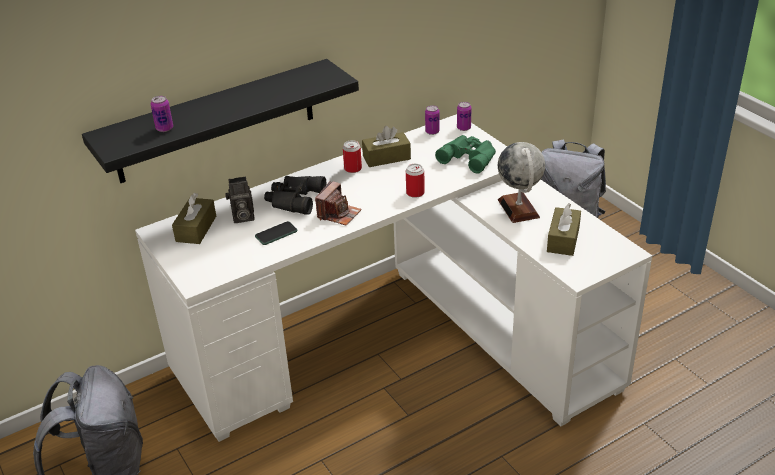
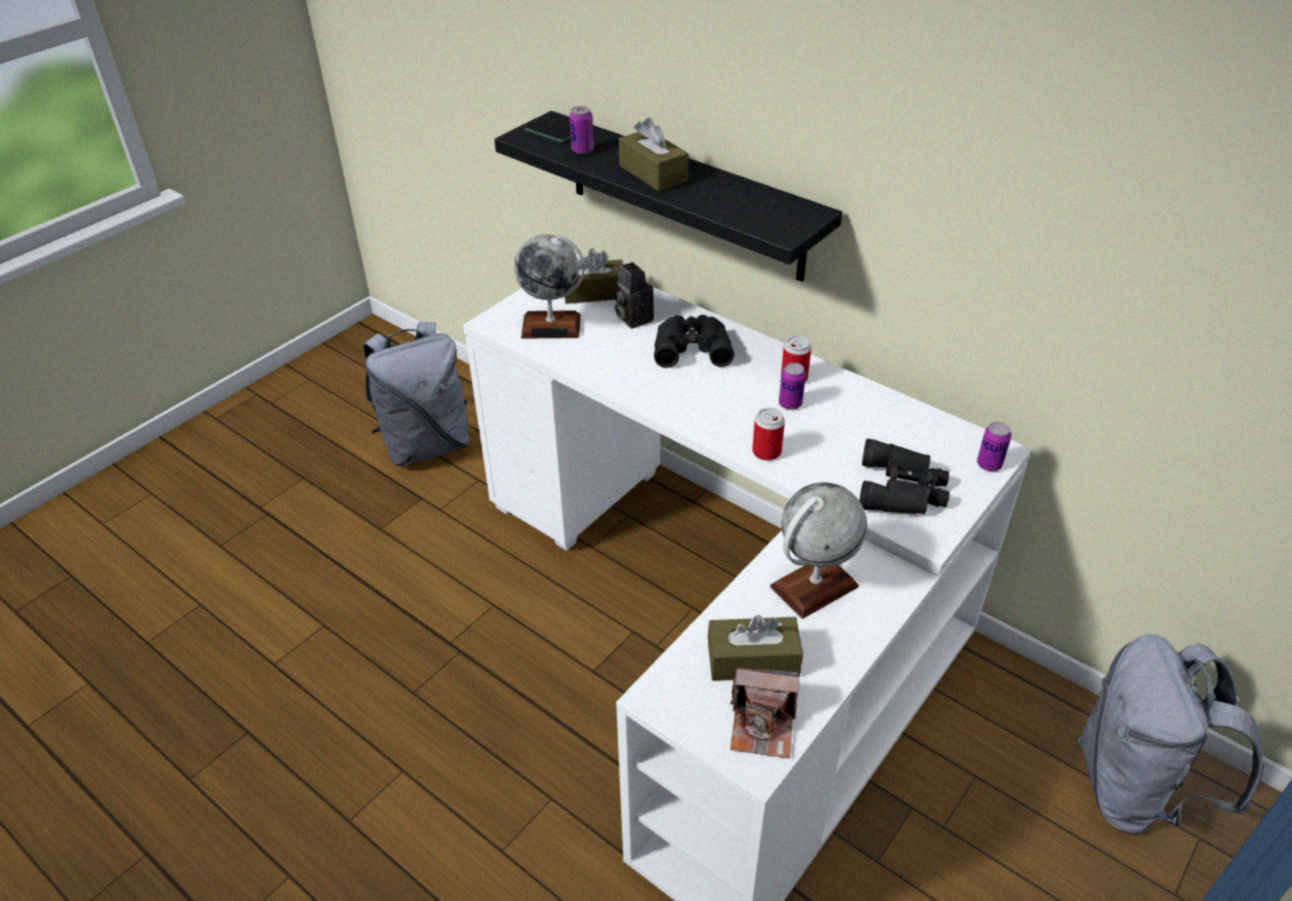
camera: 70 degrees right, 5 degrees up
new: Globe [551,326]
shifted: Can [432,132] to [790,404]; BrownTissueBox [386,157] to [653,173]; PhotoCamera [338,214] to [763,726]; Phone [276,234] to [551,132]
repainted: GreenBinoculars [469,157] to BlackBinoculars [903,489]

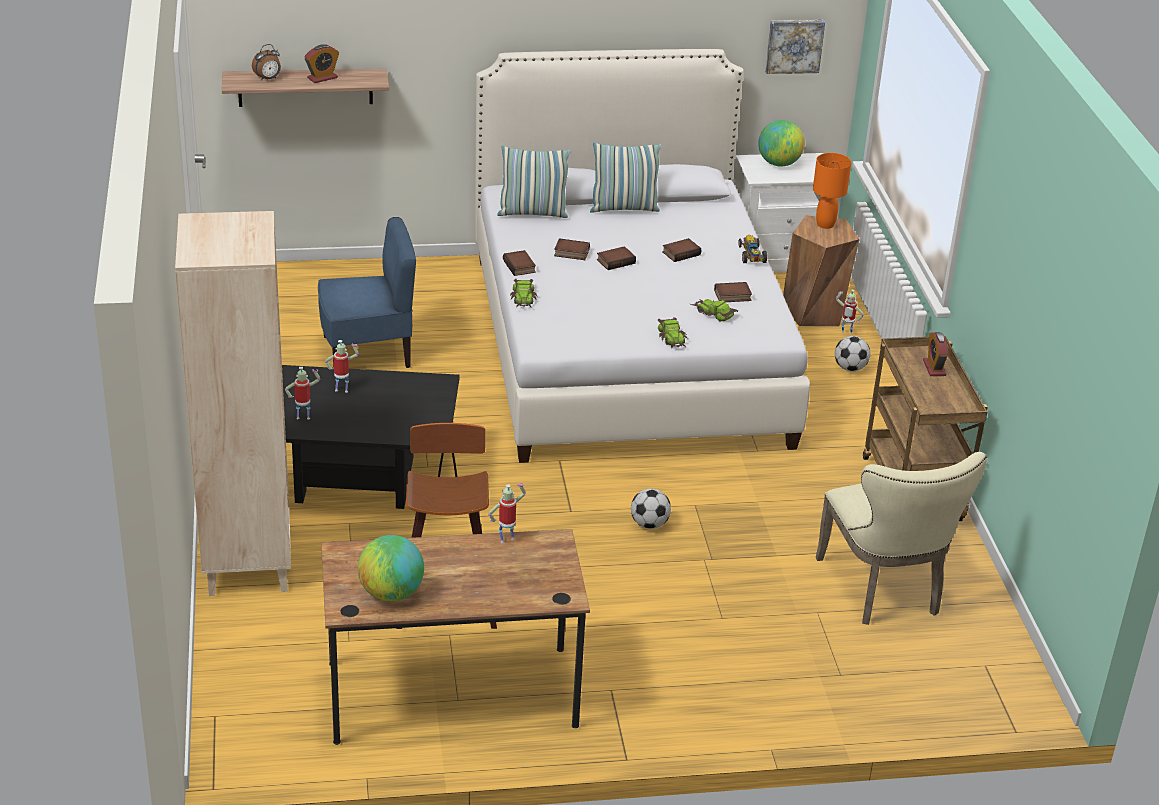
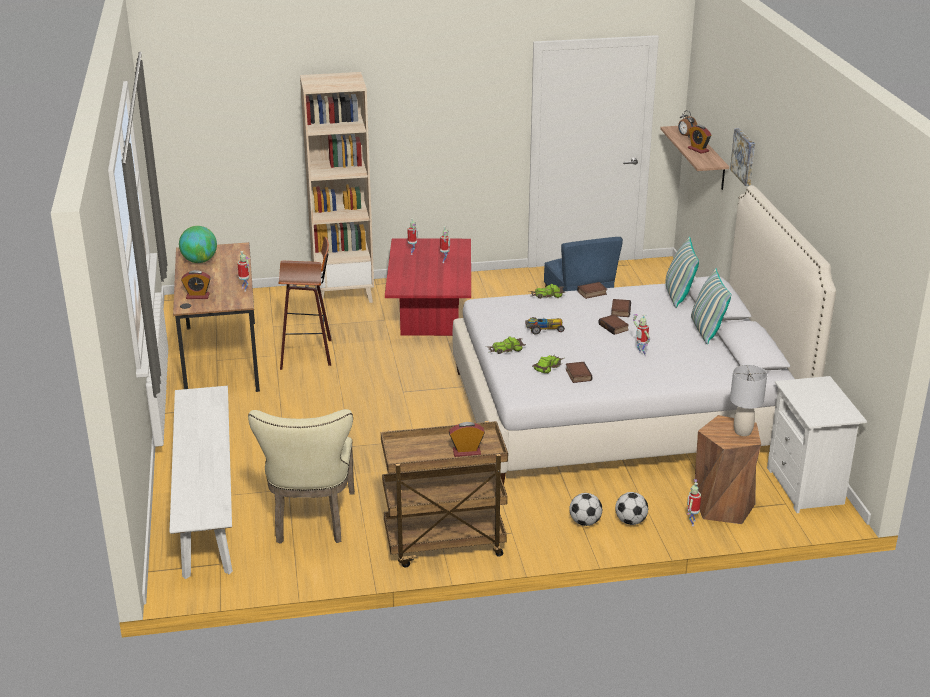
camera: 90 degrees right, 5 degrees down
gone: Globe [779,163]
new: AlarmClock [197,296]; WhiteBench [207,504]
shifted: Picture [794,45] to [744,156]; ToyCar [751,256] to [543,329]; Football [649,524] to [585,522]
swapped: Book [681,253] to ToyRobot [640,354]
repainted: OrangeTableLamp [825,224] to GreyTableLamp [743,432]; BlackCoffeeTable [355,479] to RedCoffeeTable [430,318]
rotated: BeigeChair [884,590] = [312,521] 75 degrees counterclockwise

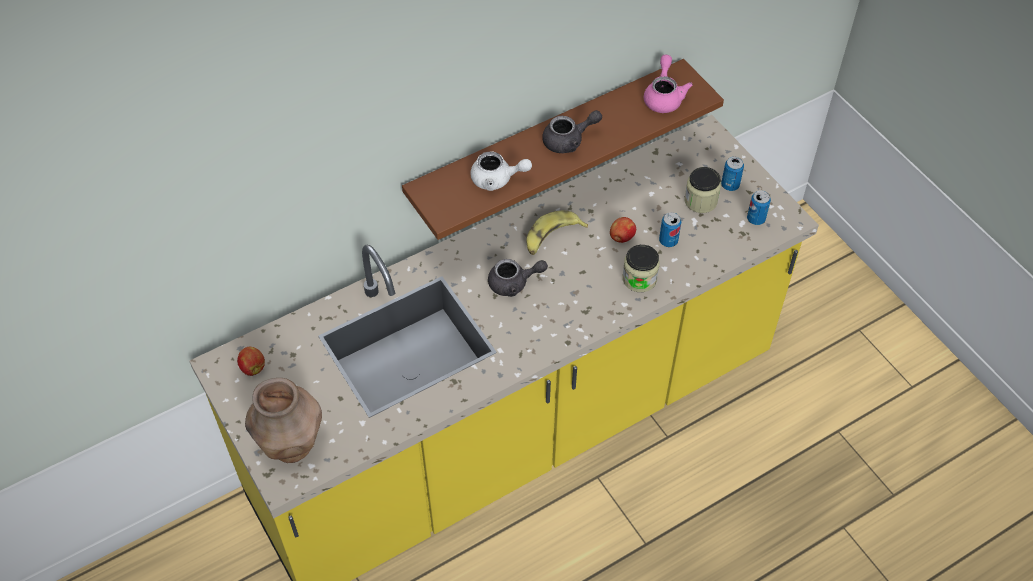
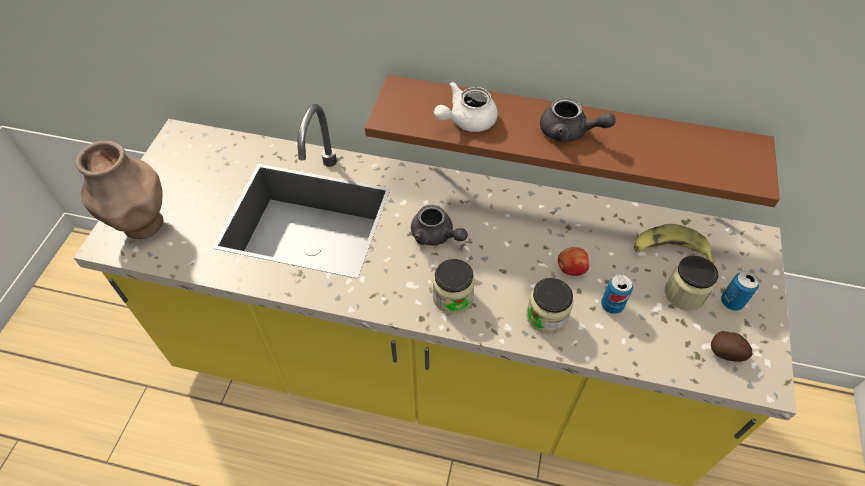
camera: 45 degrees right, 0 degrees up
gone: PinkTeapot [664,97]; Apple [252,367]
new: Jar [452,297]
shifted: Banana [552,237] to [669,250]
swapped: Can [756,219] to Potato [726,353]
rotated: WhiteTeapot [497,179] = [466,121] 90 degrees clockwise

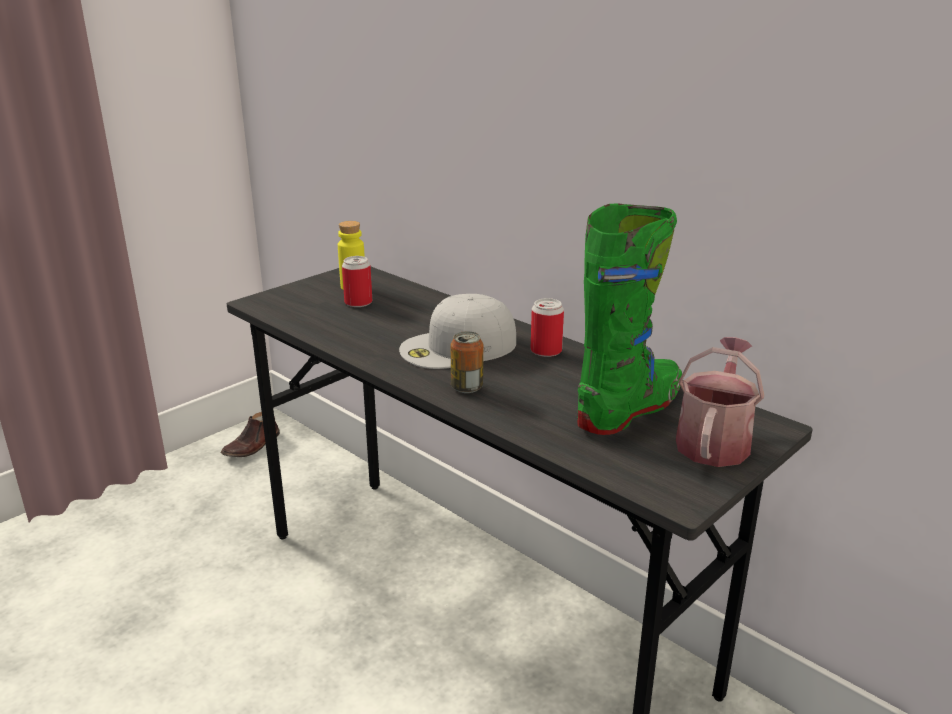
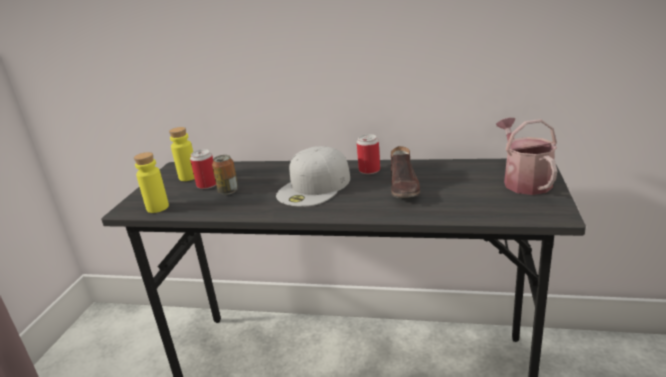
camera: 30 degrees left, 0 degrees up
gone: GreenBoot [630,409]
new: YellowBottle [157,207]
shifted: Can [467,387] to [228,191]; BrownShoe [252,446] to [404,187]

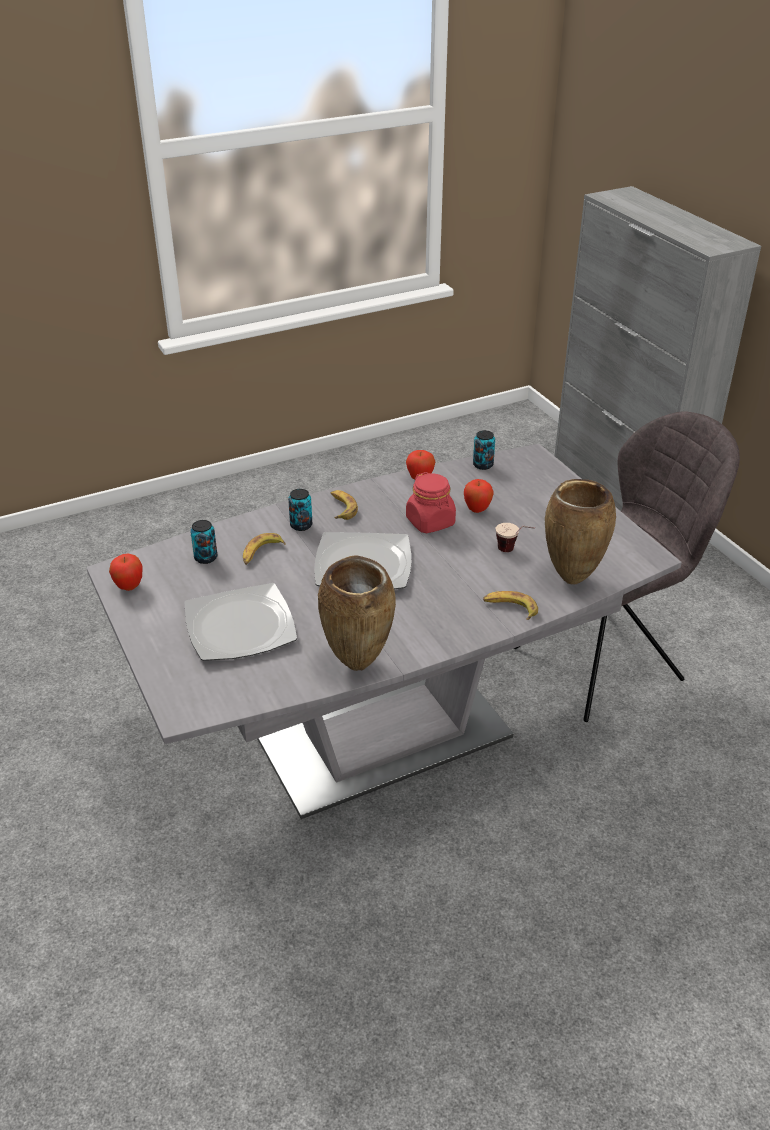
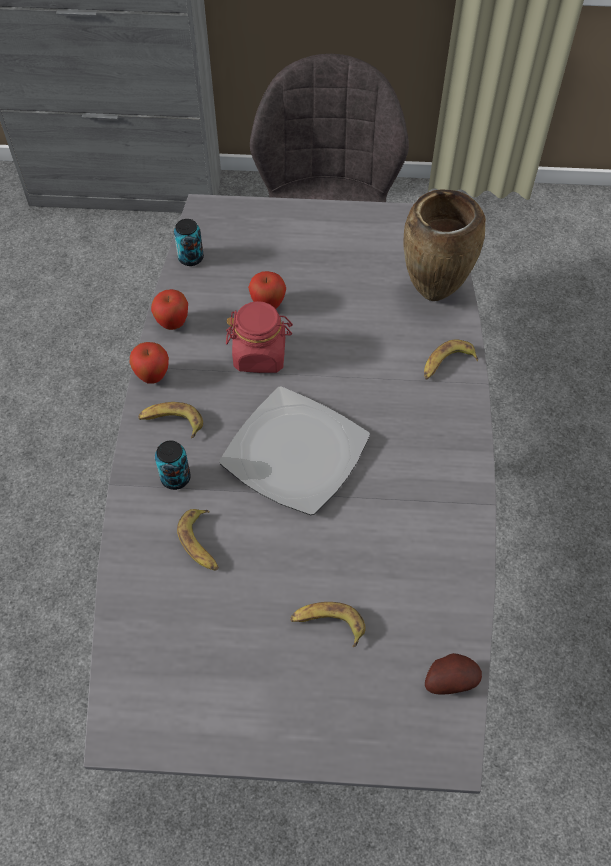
camera: 60 degrees left, 20 degrees up
gone: Can [205,558]; Cup [513,551]; BrownVase [359,665]
new: Potato [449,679]
shifted: Apple [129,587] to [153,376]
swapped: Plate [241,626] to Banana [327,625]

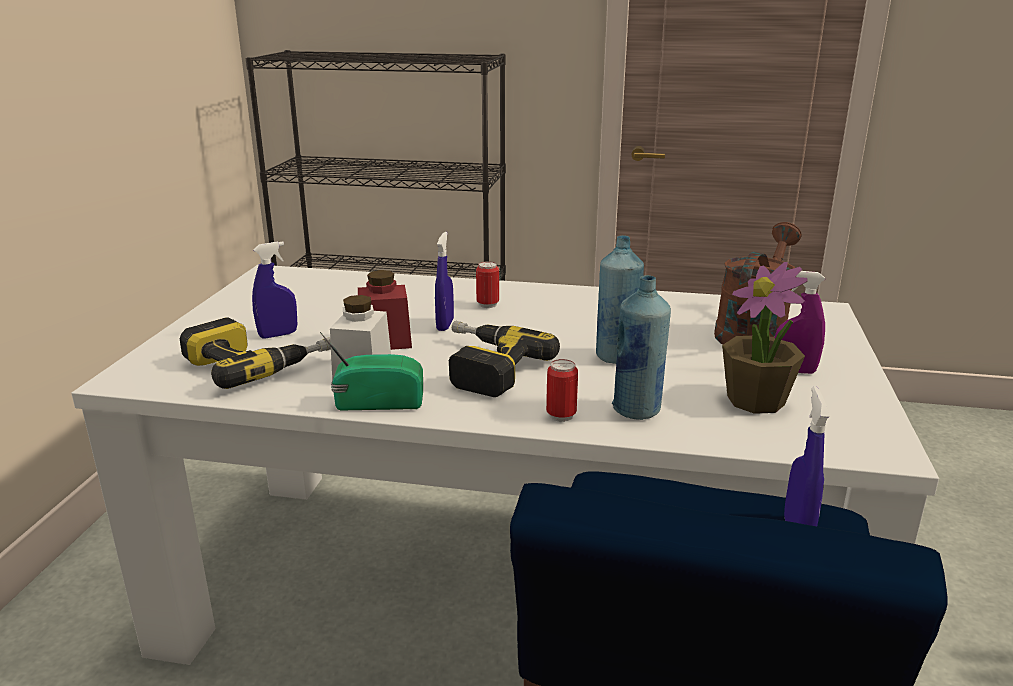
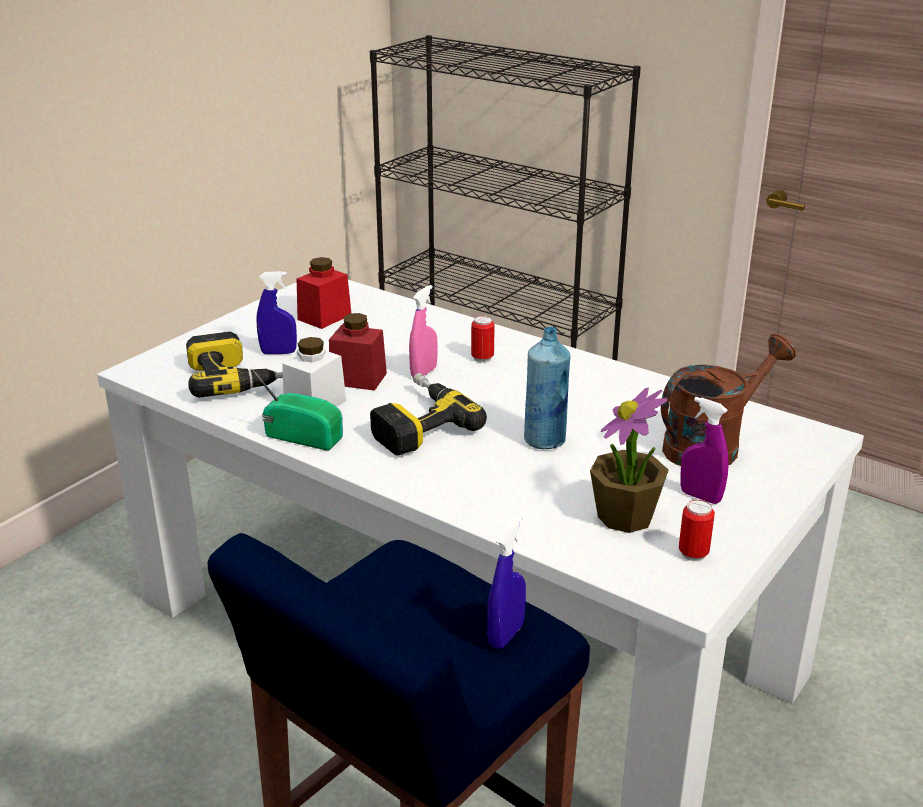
camera: 25 degrees right, 5 degrees up
gone: BlueBottle [637,410]
new: RedJar [324,317]
shifted: Can [561,416] to [693,554]
repainted: BlueSprayBottle [445,325] to PinkSprayBottle [423,372]

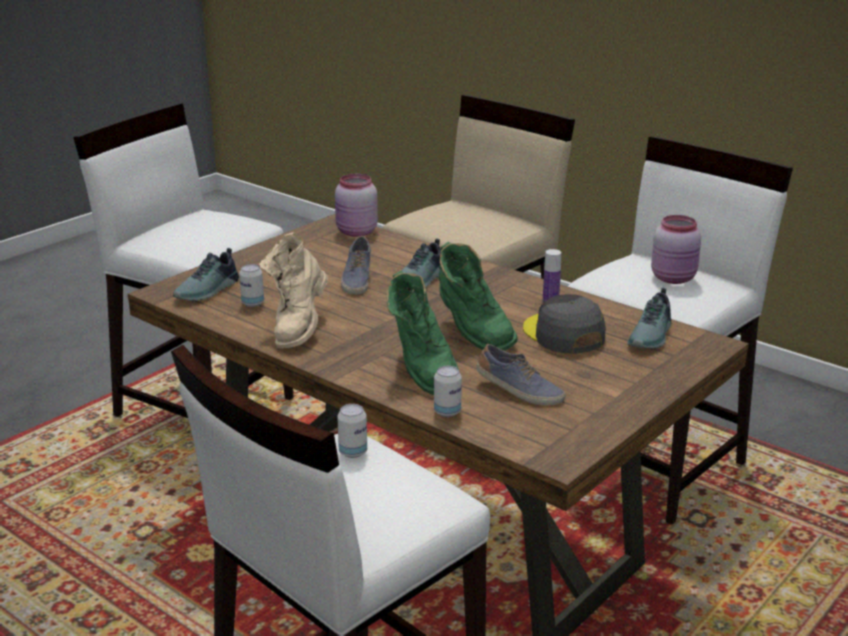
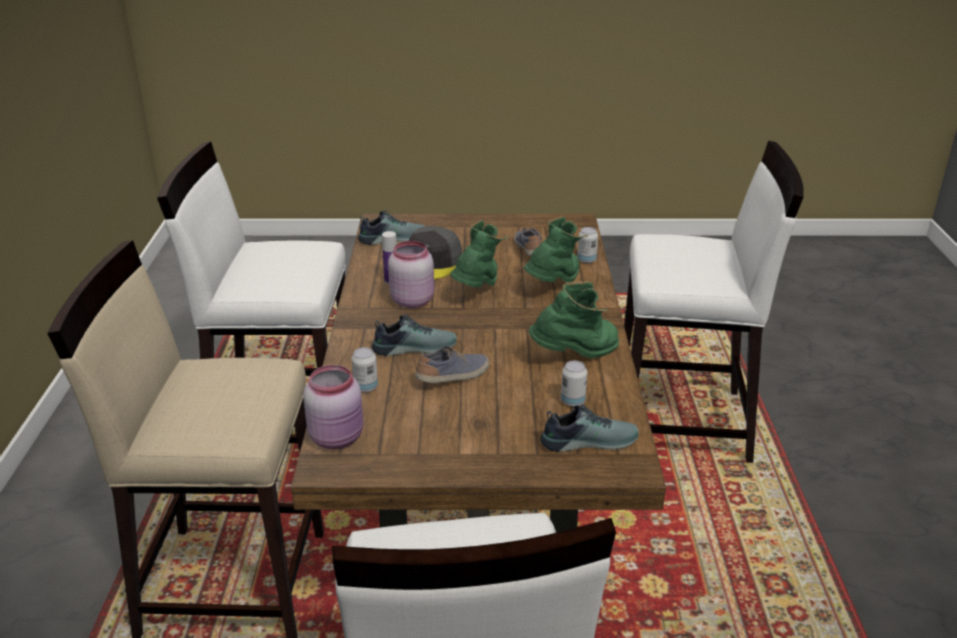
camera: 130 degrees left, 5 degrees up
shifted: PinkJar [674,278] to [412,300]; Can [353,452] to [366,387]
repainted: BeigeBoot [298,328] to GreenBoot [576,356]

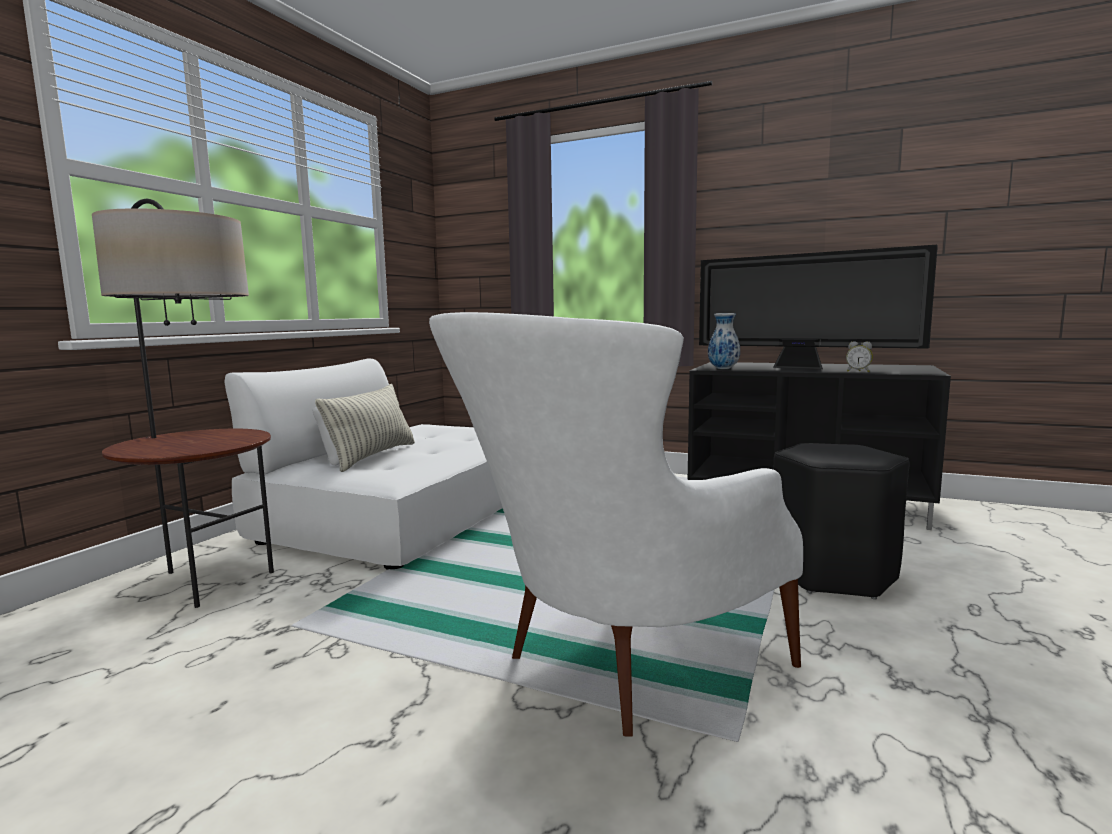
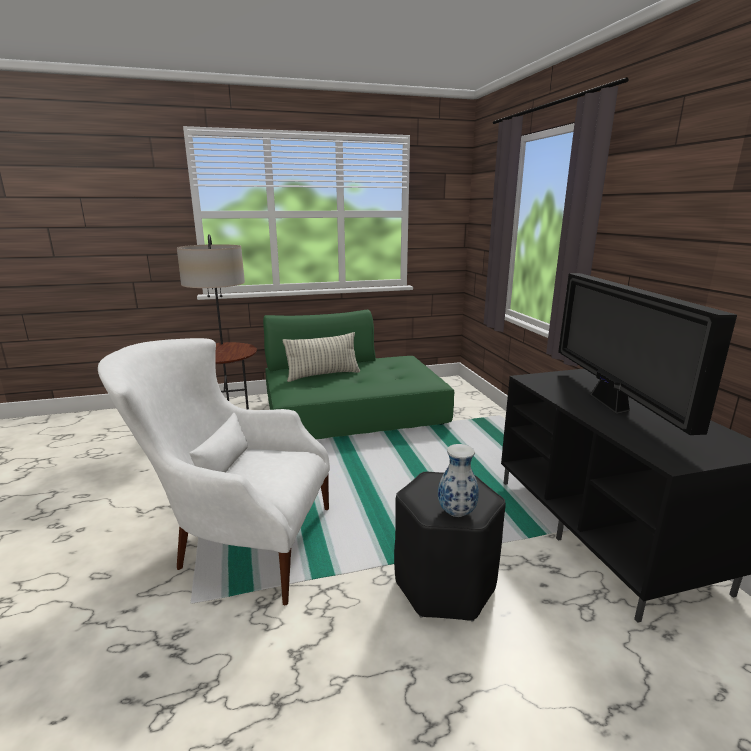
camera: 50 degrees right, 10 degrees up
gone: AlarmClock [858,371]
shifted: Vase [724,369] to [457,513]
repainted: WhiteSofa [413,511] to GreenSofa [354,412]

